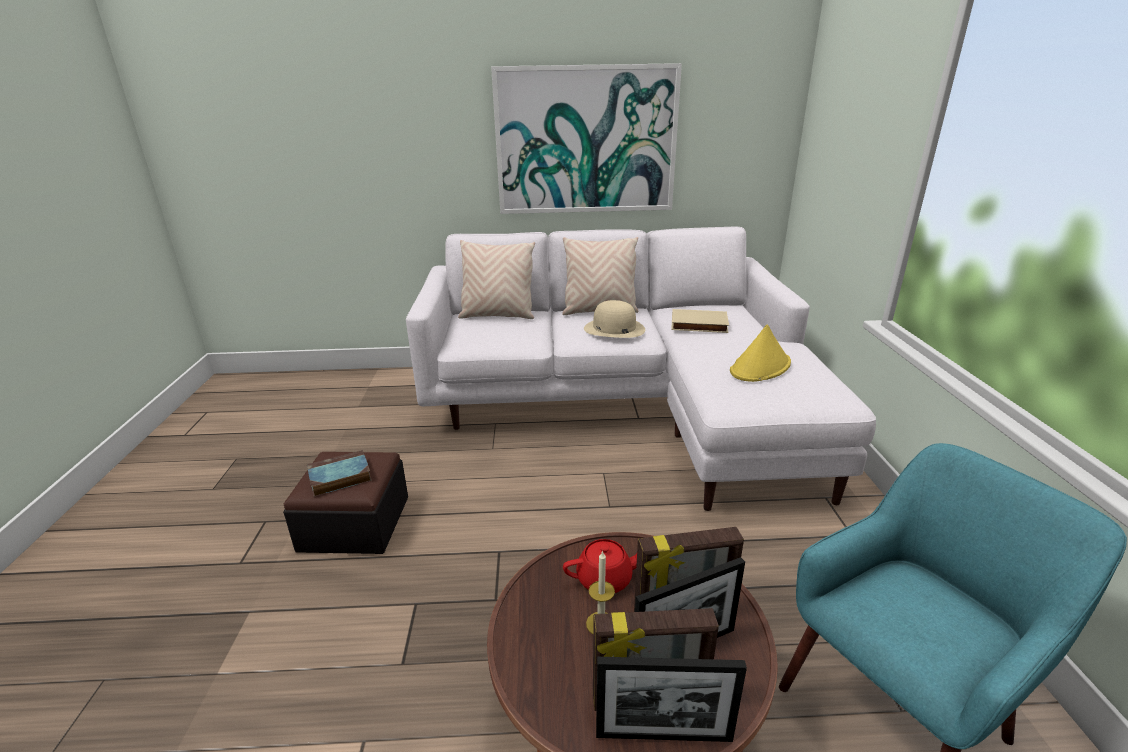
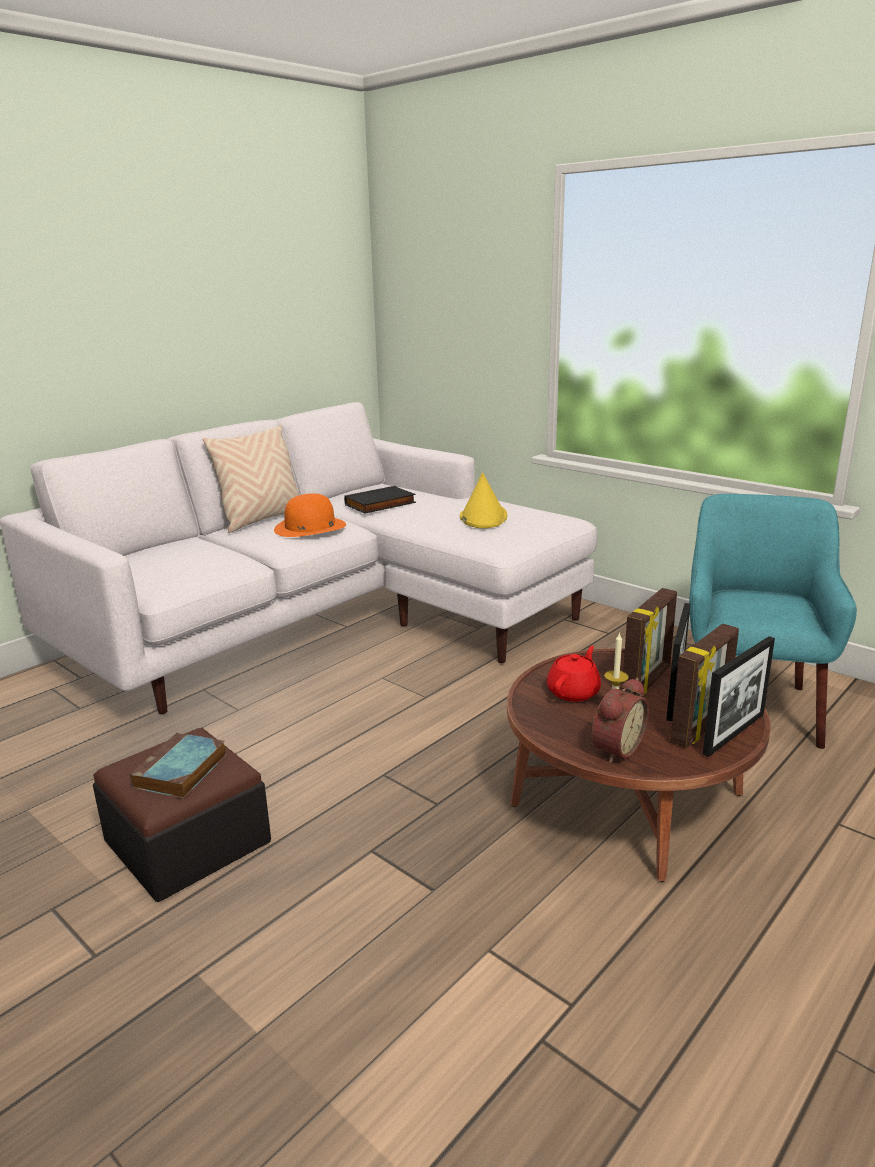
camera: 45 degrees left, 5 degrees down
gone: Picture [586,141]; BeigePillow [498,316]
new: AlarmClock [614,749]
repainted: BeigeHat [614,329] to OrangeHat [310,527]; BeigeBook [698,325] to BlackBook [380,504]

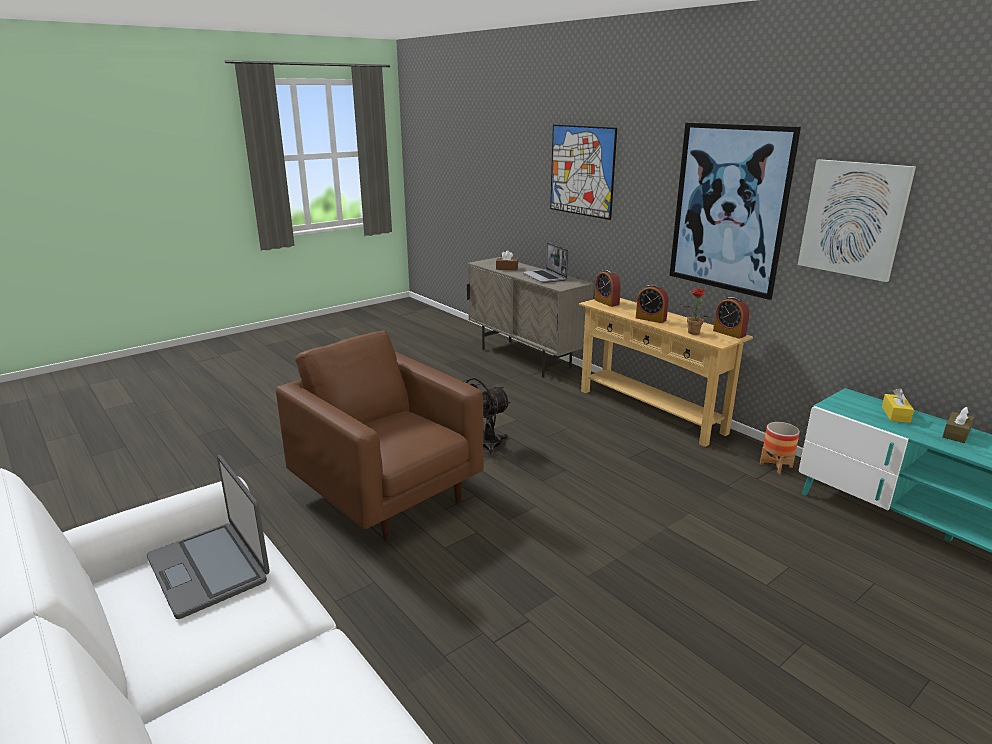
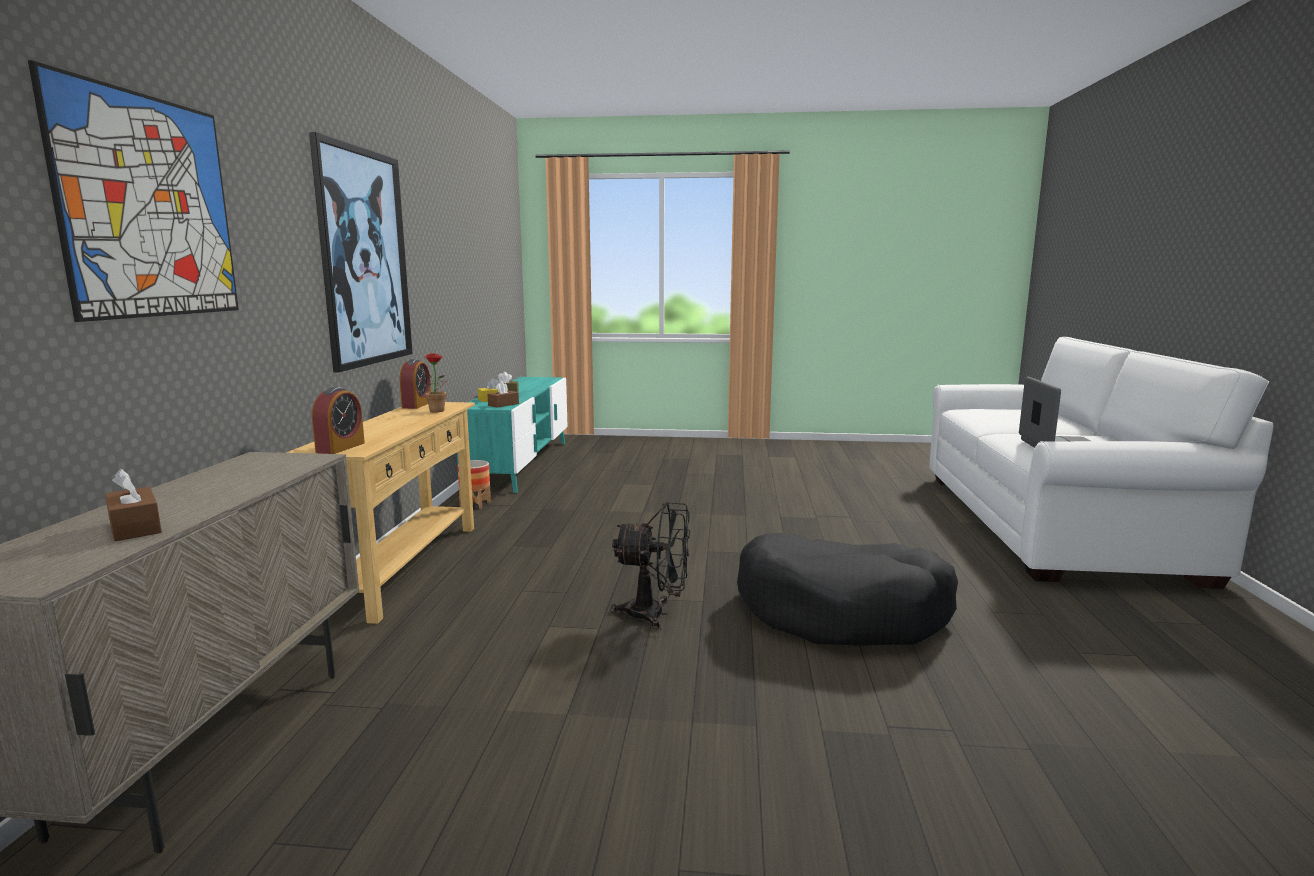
camera: 135 degrees left, 10 degrees down
gone: Picture [853,219]; Laptop [545,277]; AlarmClock [650,319]
new: BrownTissueBox [503,404]
swapped: BrownArmchair [388,494] to BlackDogBed [842,612]

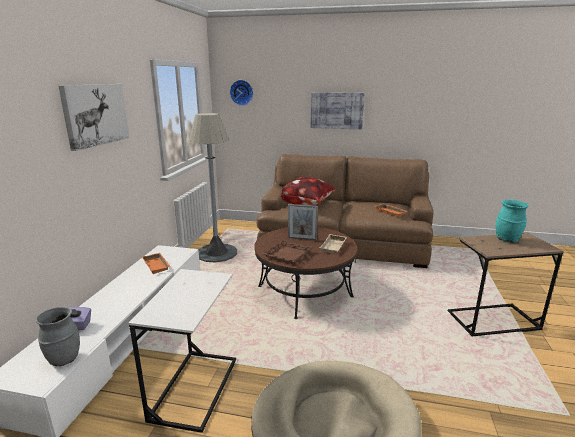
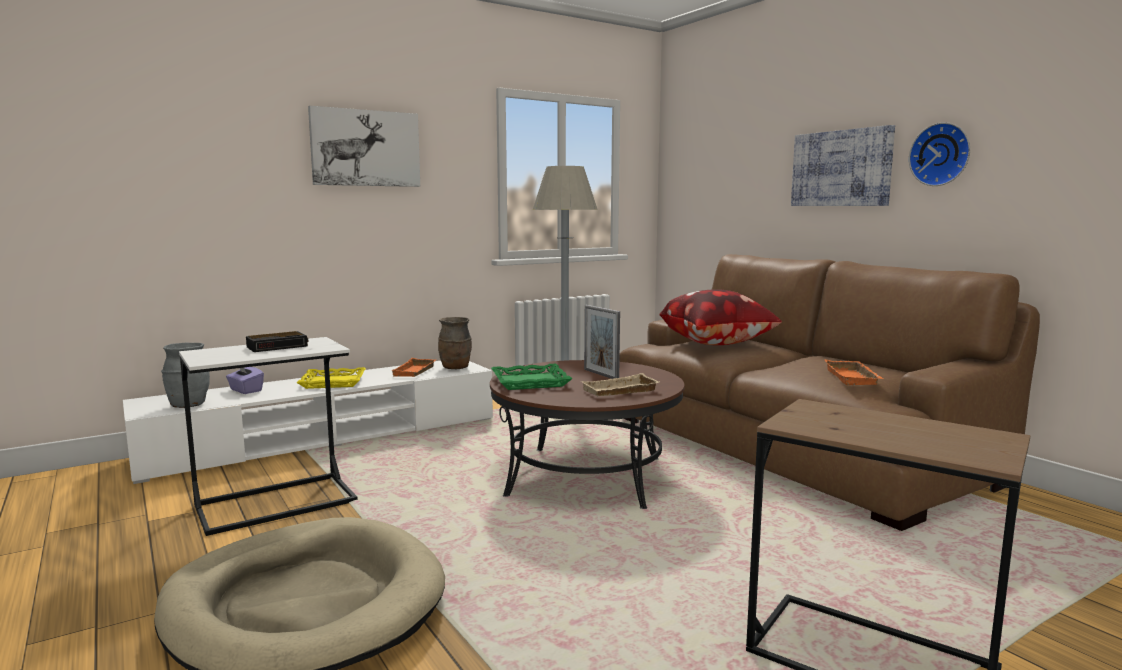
camera: 45 degrees right, 10 degrees down
gone: TurquoiseVase [507,240]
new: BrownVase [456,368]; AlarmClock [278,346]; YellowTray [333,382]
shifted: WallClock [242,92] to [941,154]
repainted: BrownTray [287,255] to GreenTray [530,382]

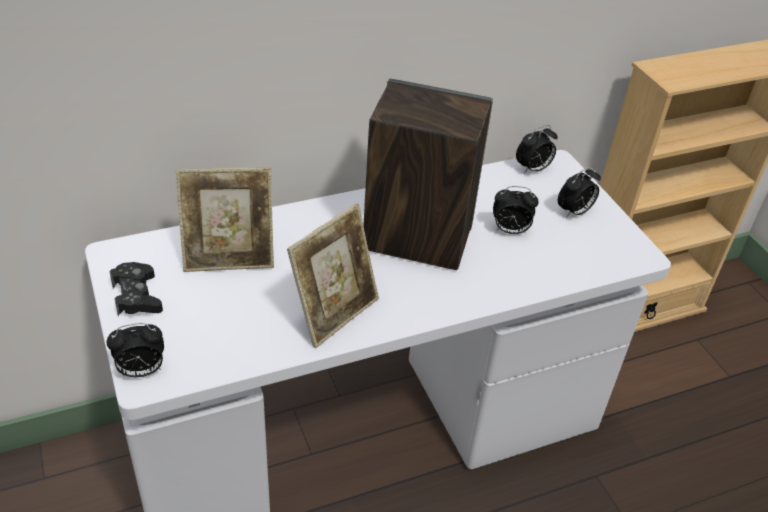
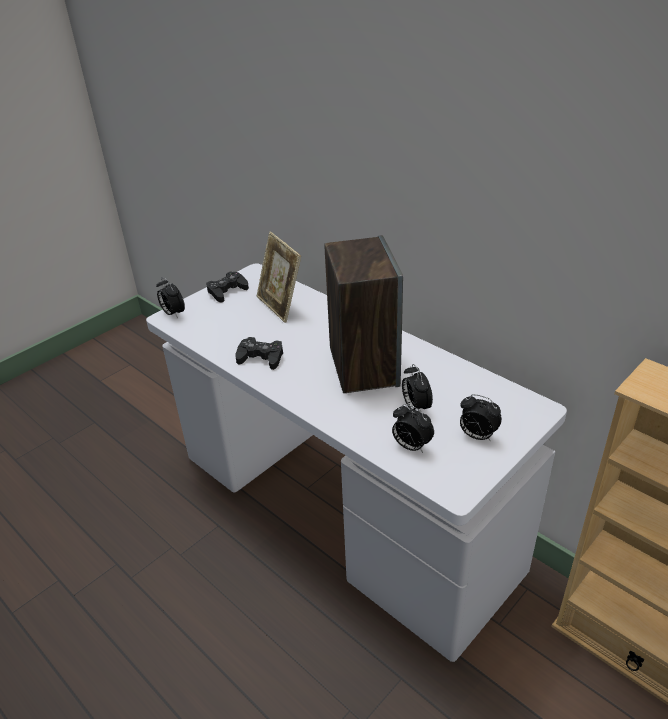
camera: 70 degrees right, 5 degrees down
shifted: AlarmClock [533,169] to [411,446]
swapped: PictureFrame [335,313] to BlackGameController [261,358]

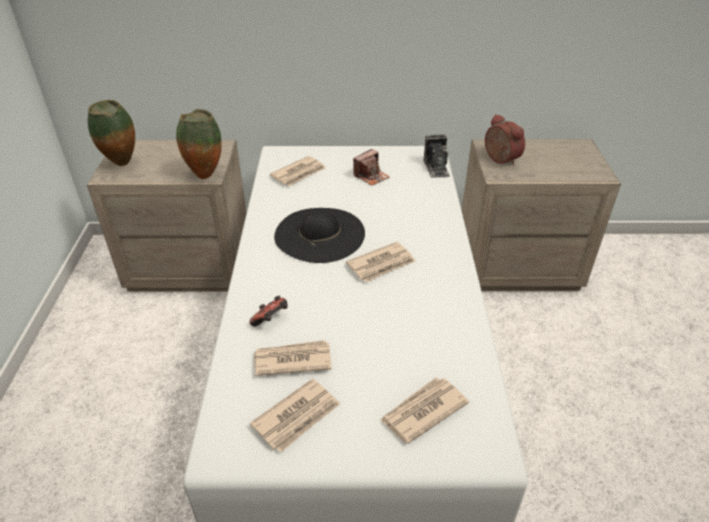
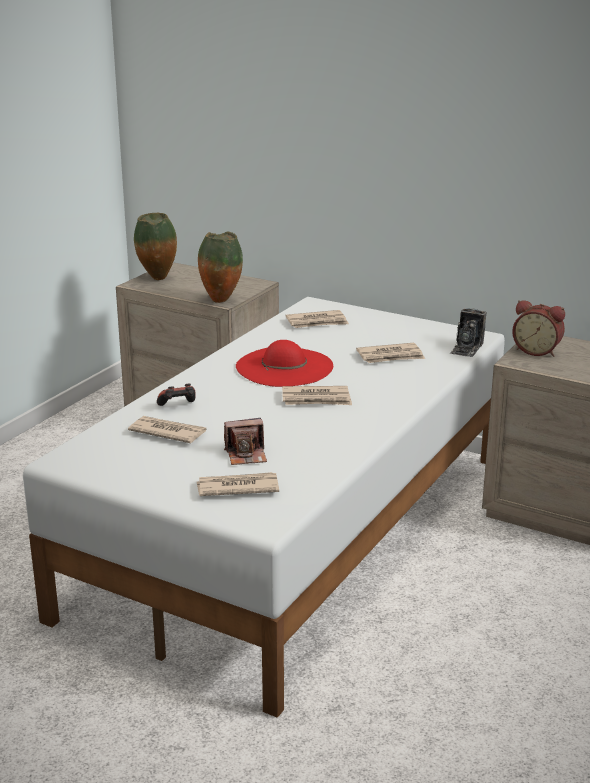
camera: 30 degrees right, 15 degrees down
shifted: PhotoCamera [371,176] to [246,455]; Newspaper [297,417] to [391,356]
repainted: BlackHat [319,234] to RedHat [284,367]
rotated: AlarmClock [499,160] = [537,351] 120 degrees clockwise

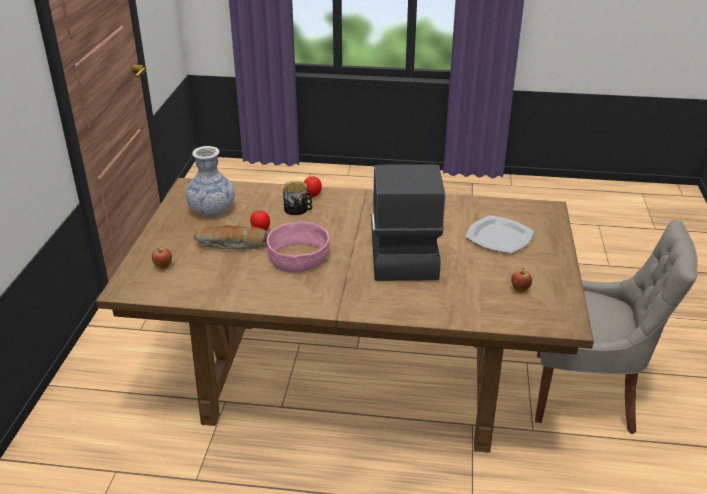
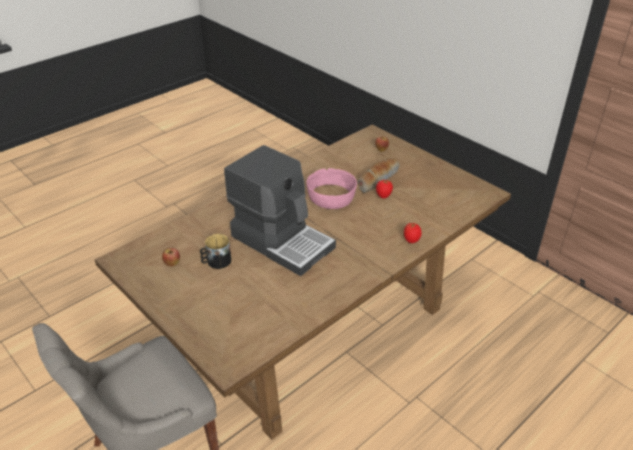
camera: 130 degrees right, 5 degrees up
gone: Vase [212,210]; Plate [498,237]
shifted: Mug [298,209] to [216,261]

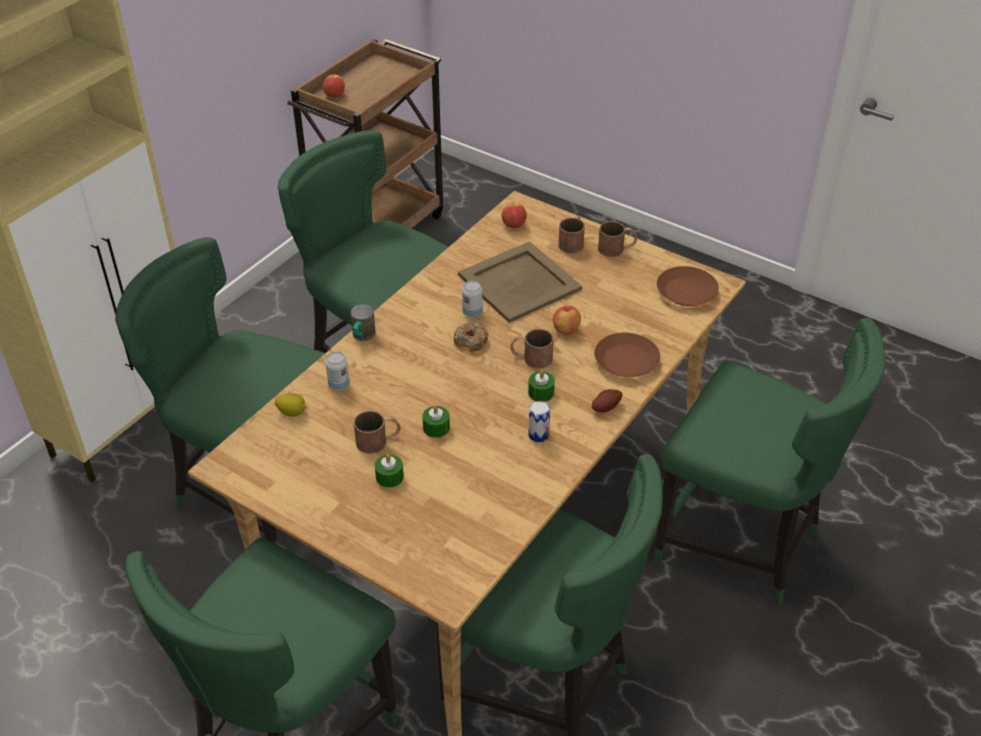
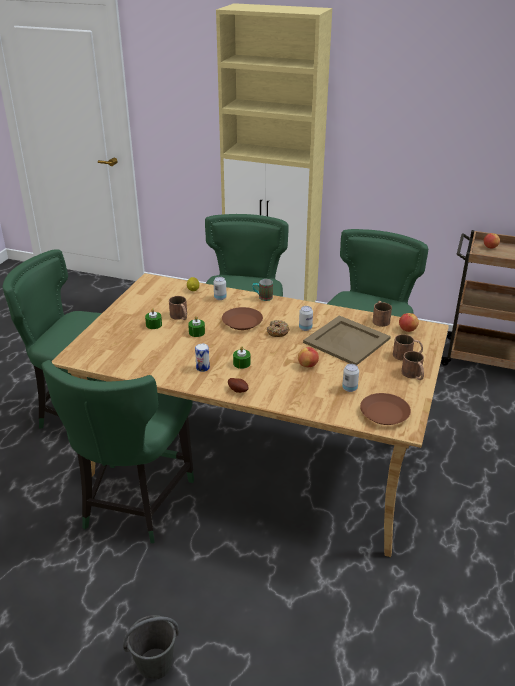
camera: 75 degrees right, 10 degrees down
gone: GreenChair [741,544]
new: Can [349,388]; GreyBucket [154,664]
shifted: BrownMug [531,358] to [380,319]; BrownPlate [627,361] to [242,322]

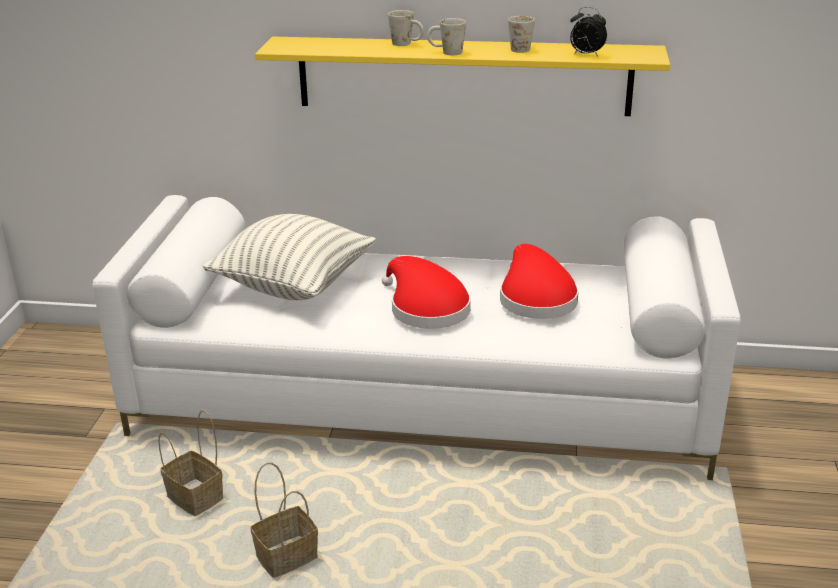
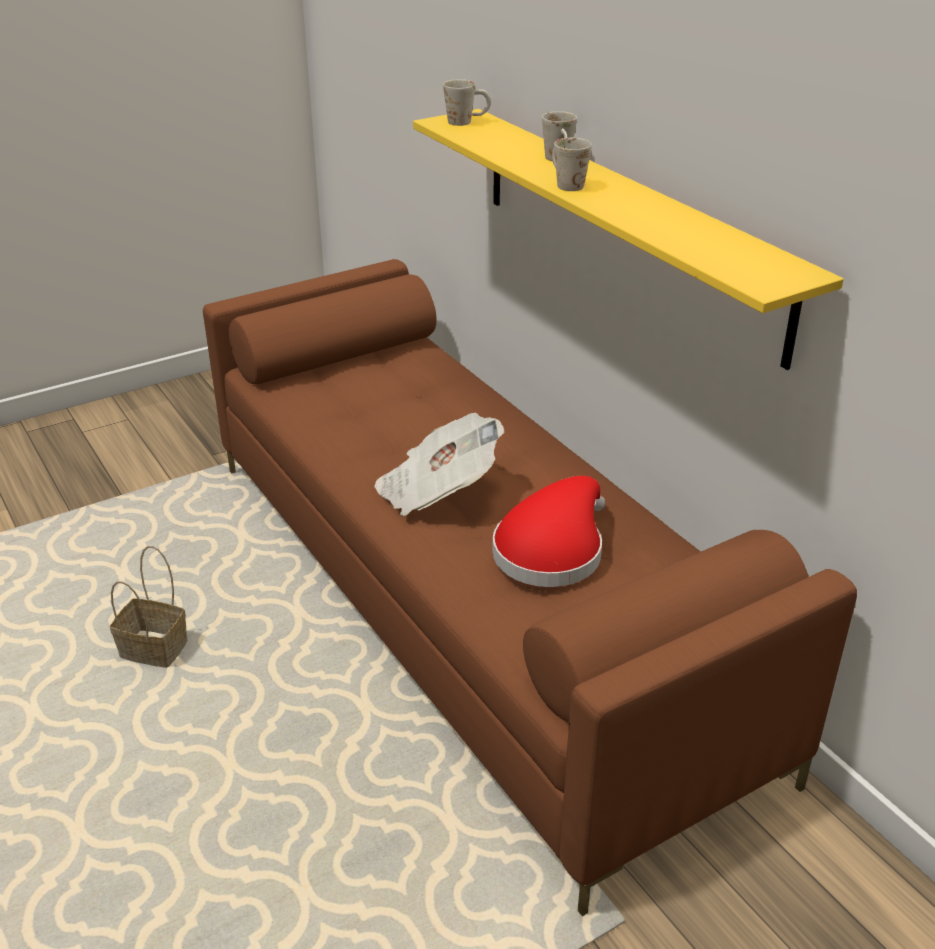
camera: 50 degrees right, 5 degrees up
gone: AlarmClock [585,55]; Pillow [294,285]; Basket [197,499]
shifted: WhiteMug [523,48] to [467,122]
swapped: RedHat [425,308] to Newspaper [437,491]
repainted: WhiteSofa [423,401] to BrownSofa [471,604]

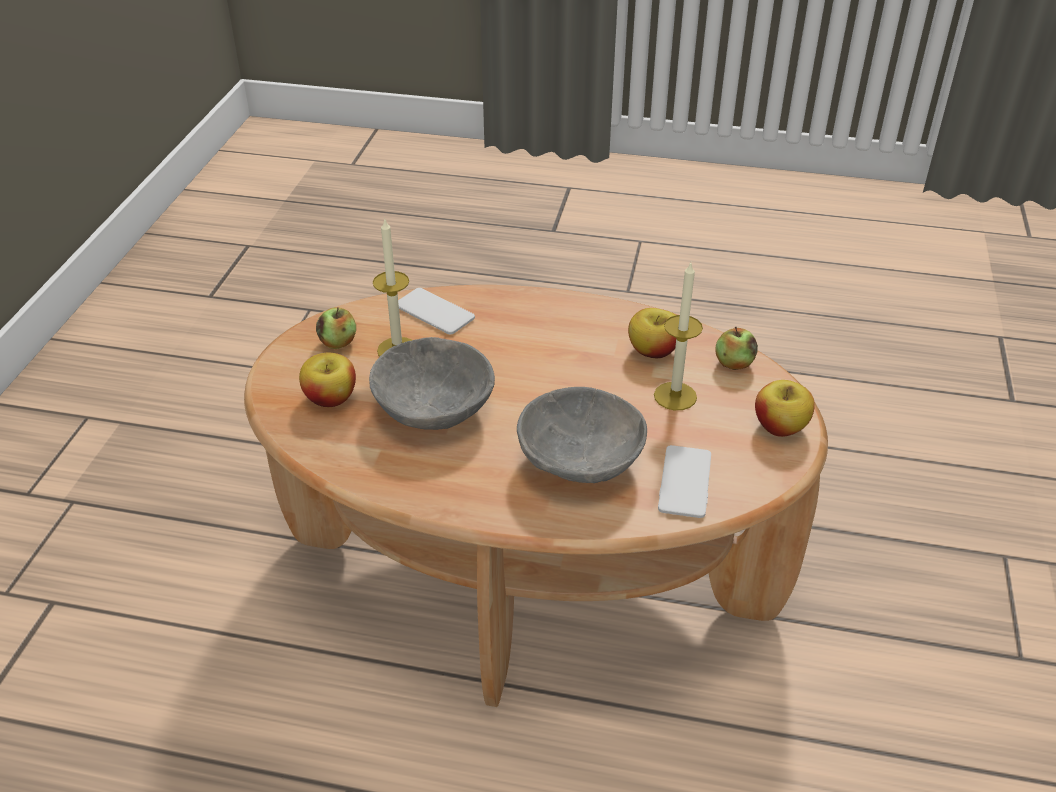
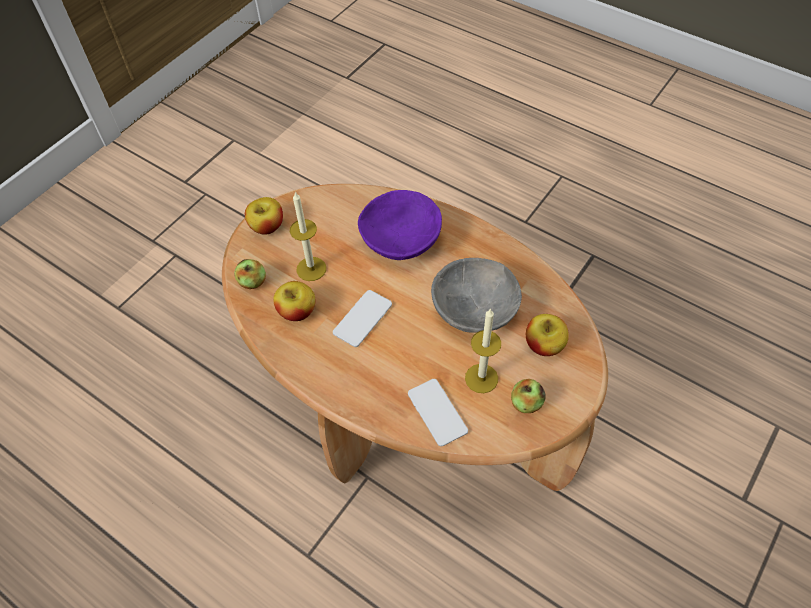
camera: 155 degrees left, 15 degrees up
shifted: Phone [685,482] to [362,319]
repainted: GreyBowl [579,464] to PurpleBowl [402,240]

